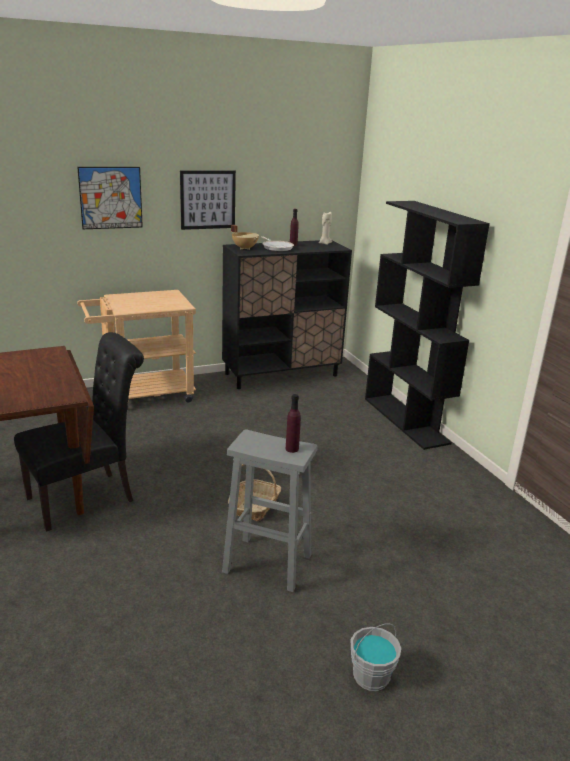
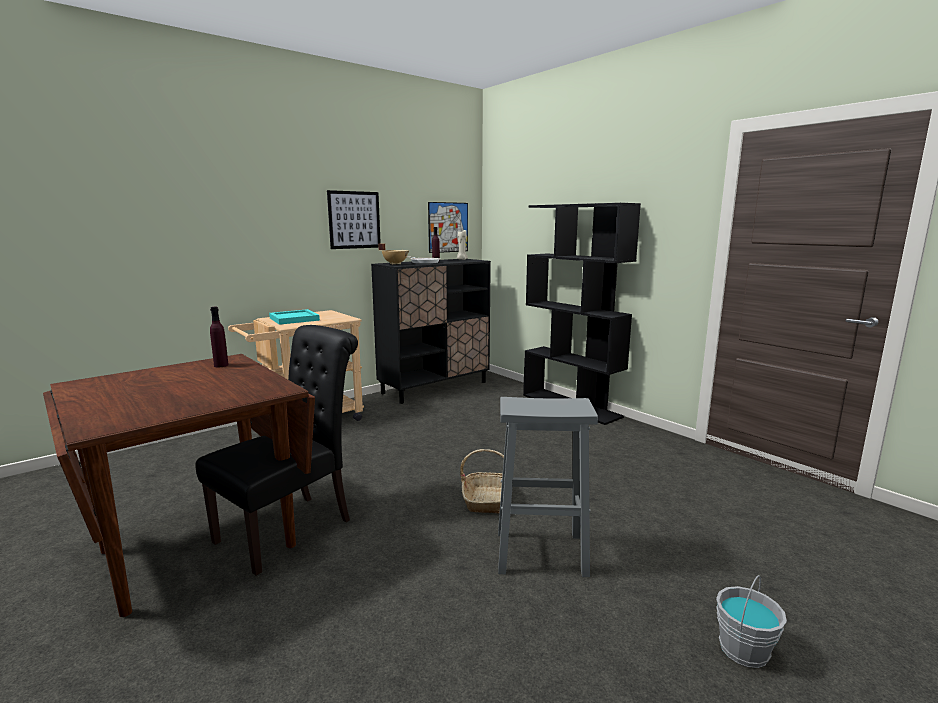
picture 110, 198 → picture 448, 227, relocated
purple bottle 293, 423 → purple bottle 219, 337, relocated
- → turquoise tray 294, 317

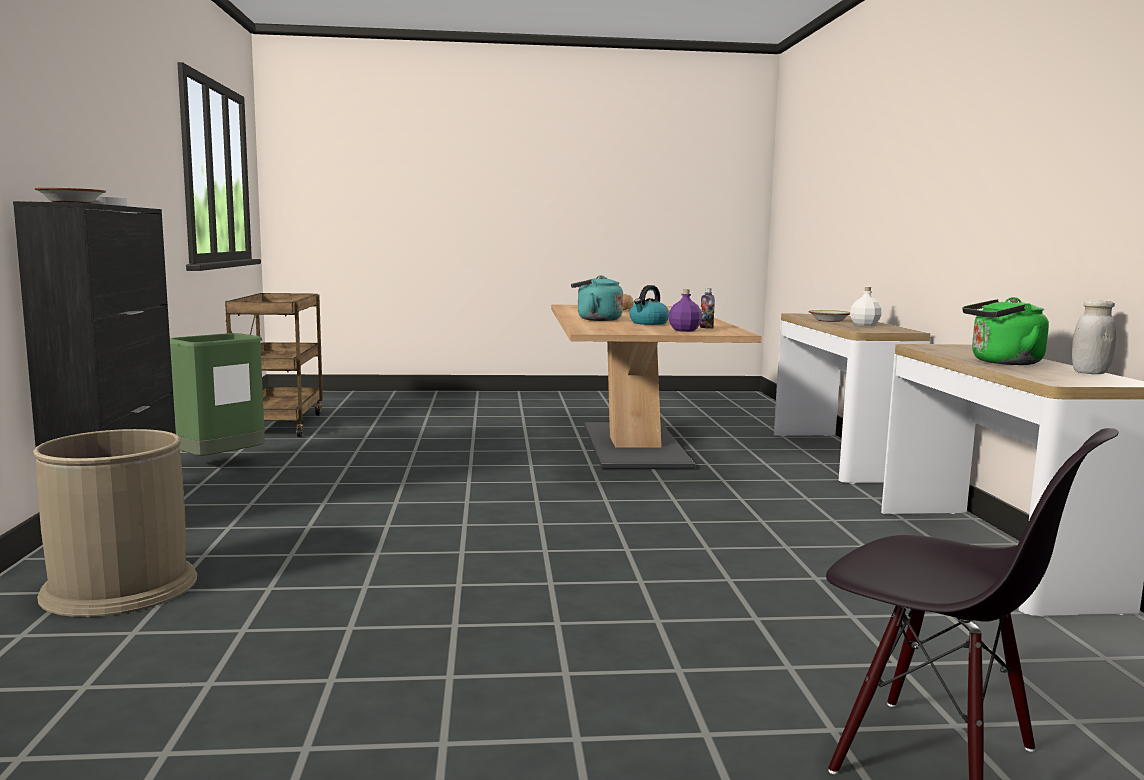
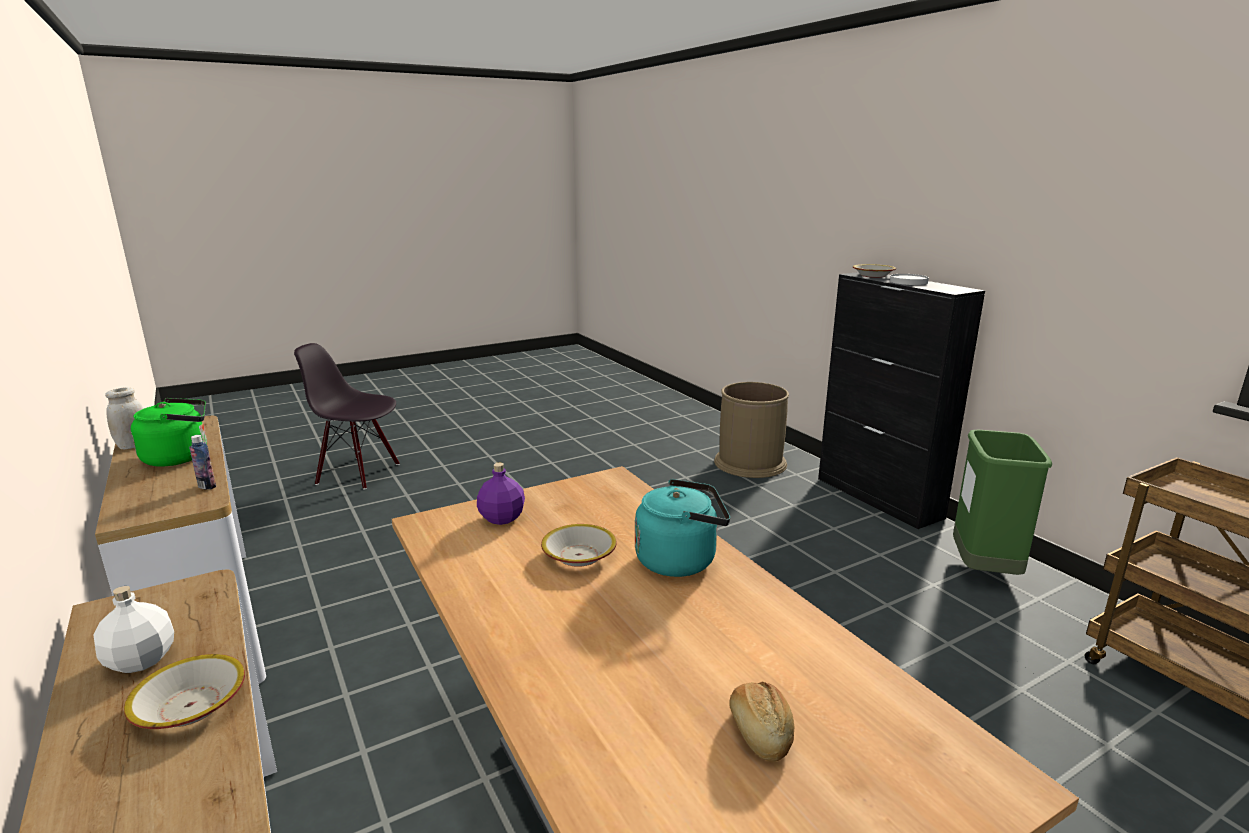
kettle 649, 305 → bowl 579, 545
bottle 707, 308 → bottle 202, 462, relocated

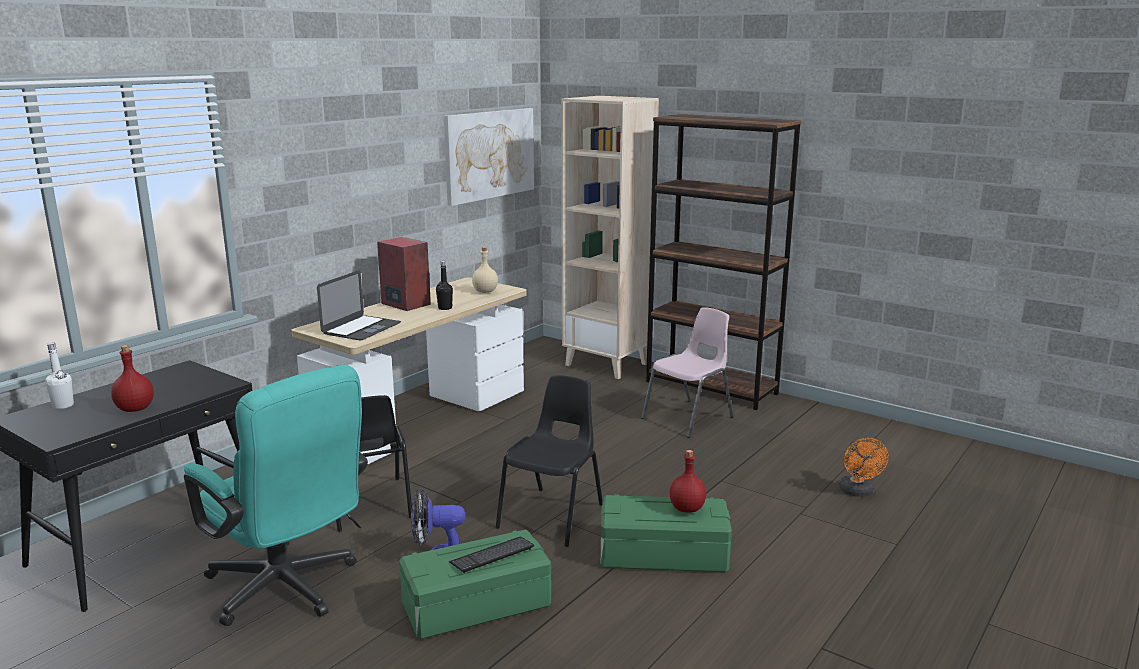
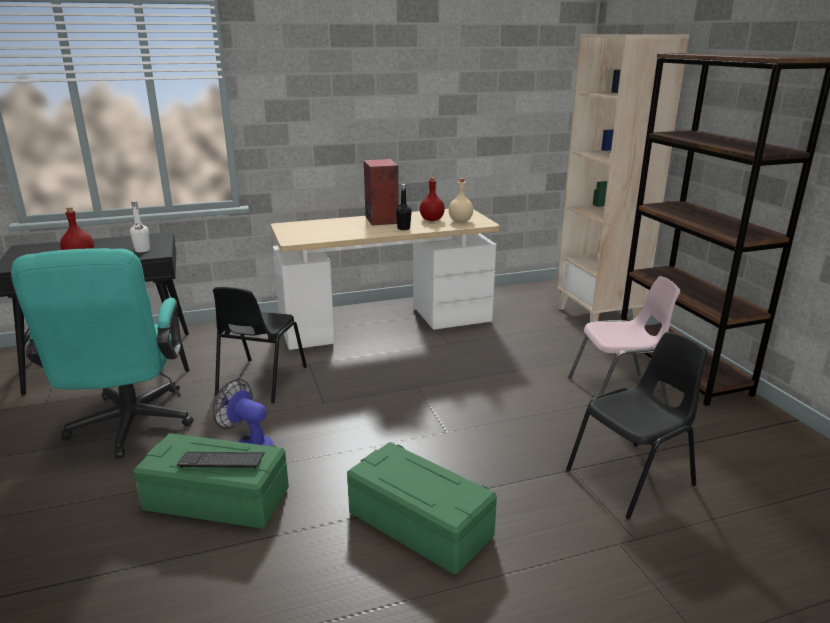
picture 489, 157 → -
laptop 359, 305 → -
white bottle 59, 376 → white bottle 140, 226, relocated
black chair 549, 461 → black chair 636, 426, relocated
orange fan 864, 467 → -
red bottle 687, 481 → red bottle 432, 199, relocated

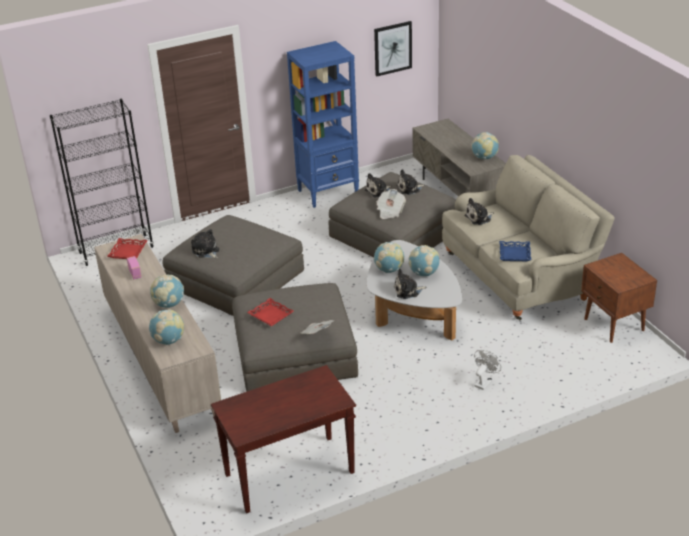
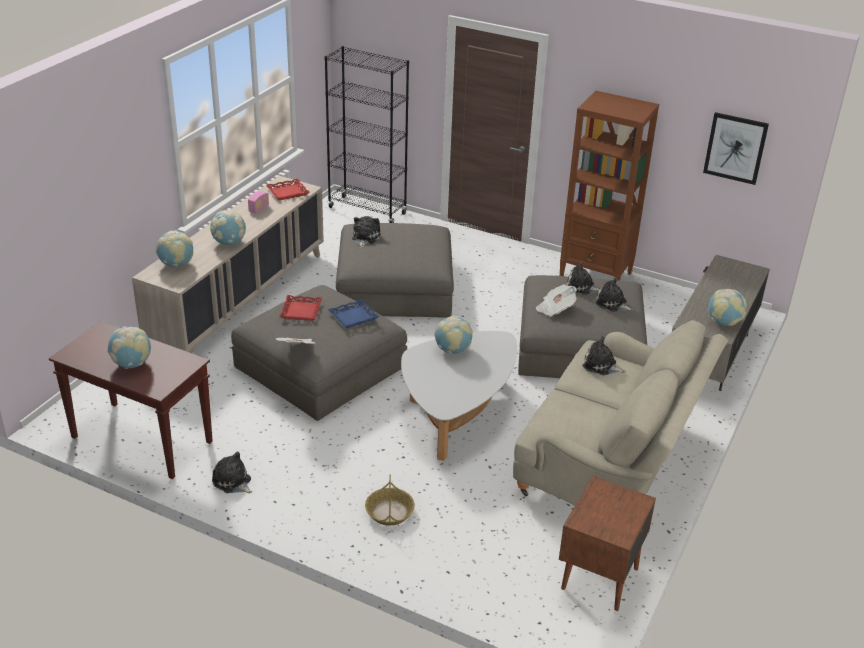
blue bookcase 323, 124 → brown bookcase 609, 186
blue tray 515, 251 → blue tray 354, 313, relocated
globe 423, 260 → globe 129, 347, relocated
plush toy 410, 283 → plush toy 232, 472, relocated
white fan 487, 370 → basket 390, 500

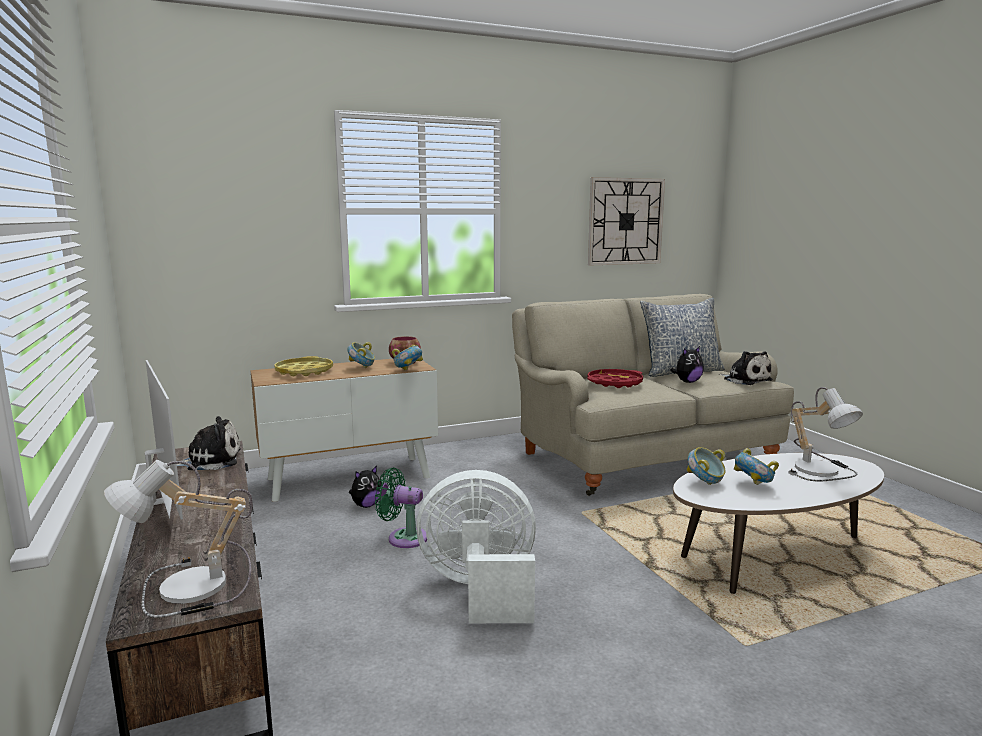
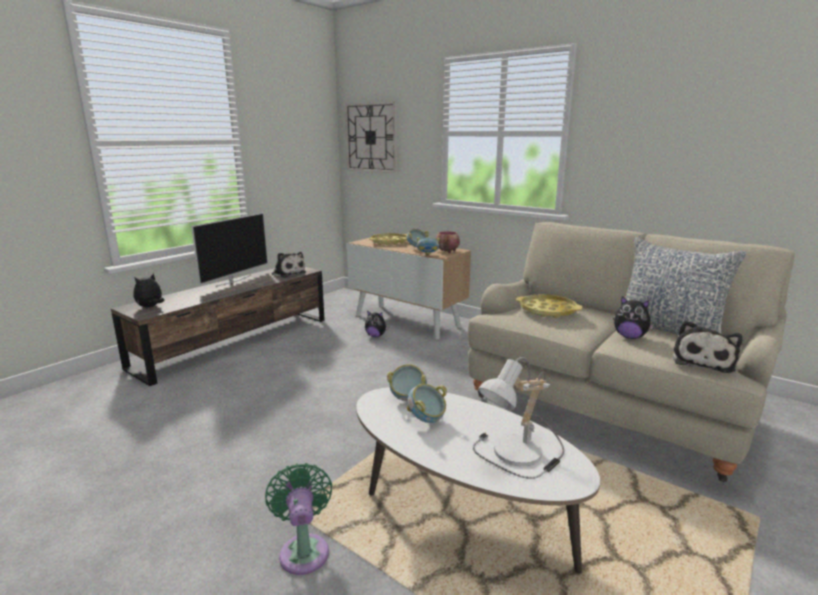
wall clock 626, 221 → wall clock 371, 137, relocated
red tray 615, 378 → yellow tray 549, 306
table lamp 178, 539 → plush toy 149, 290
green fan 401, 508 → green fan 298, 519, relocated
white fan 476, 546 → -

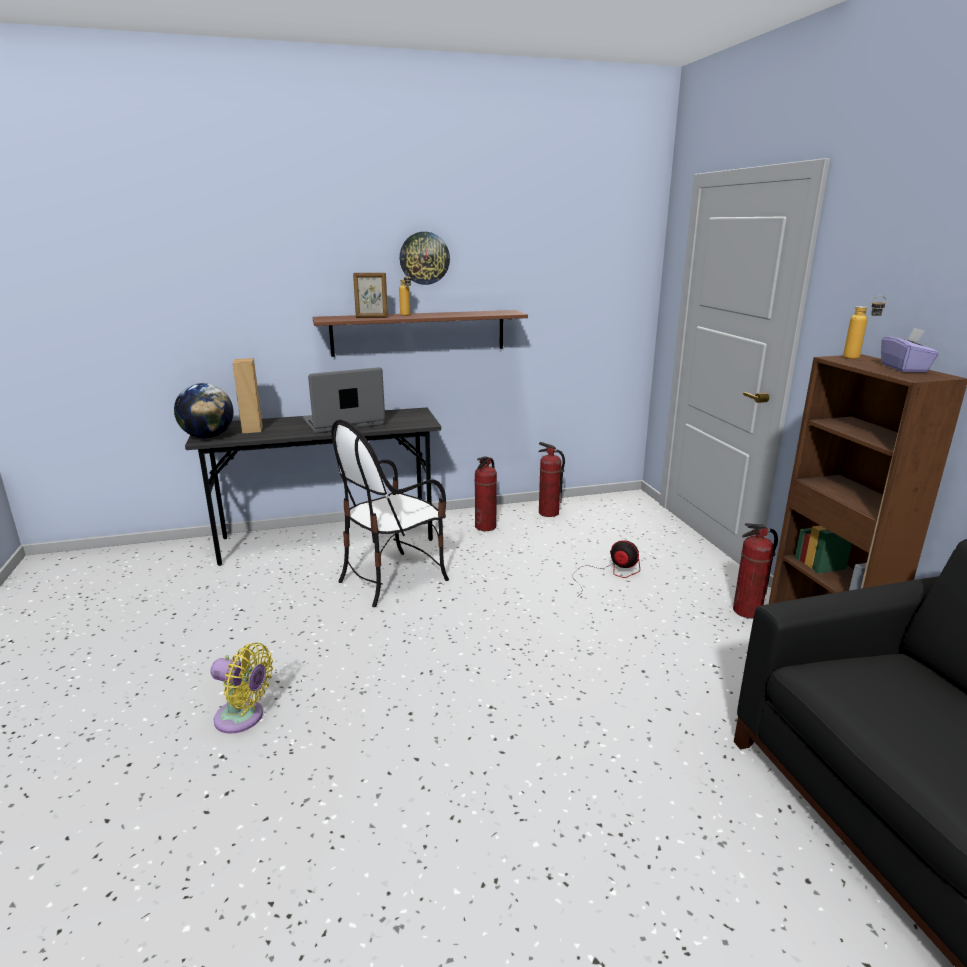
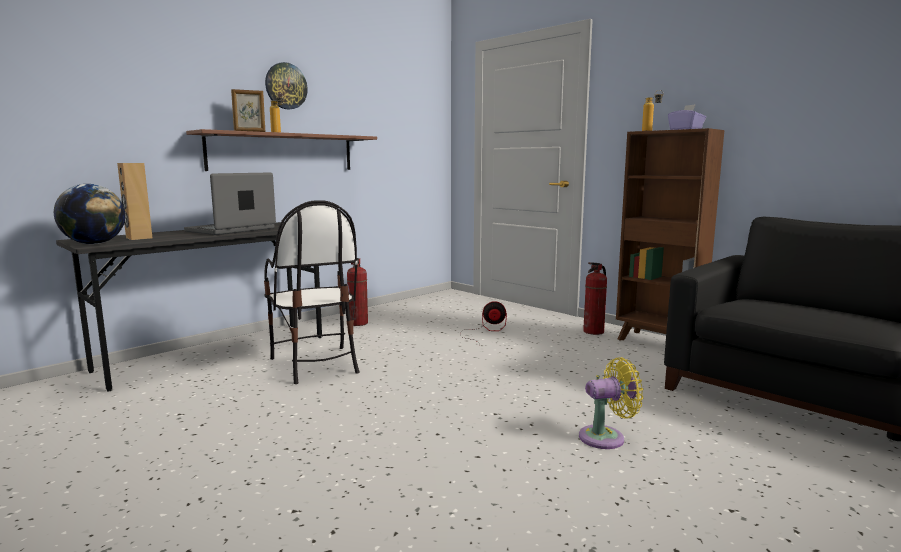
chair 390, 513 → chair 311, 292, 45 degrees counterclockwise
fire extinguisher 551, 479 → -
yellow fan 242, 688 → yellow fan 611, 403, relocated

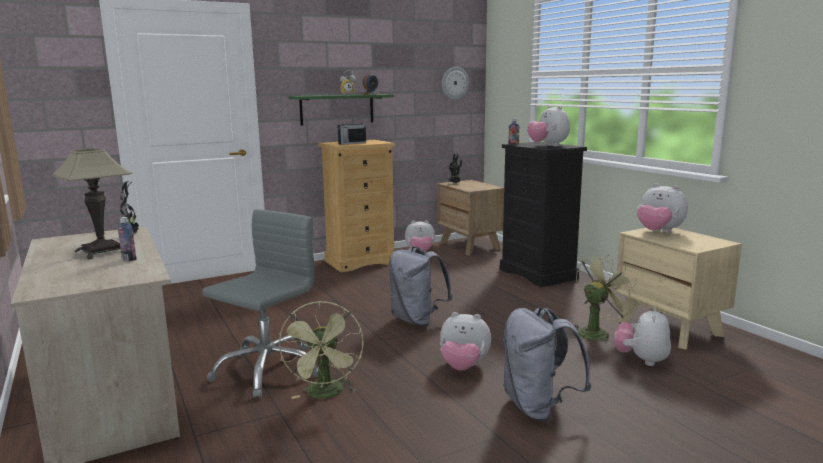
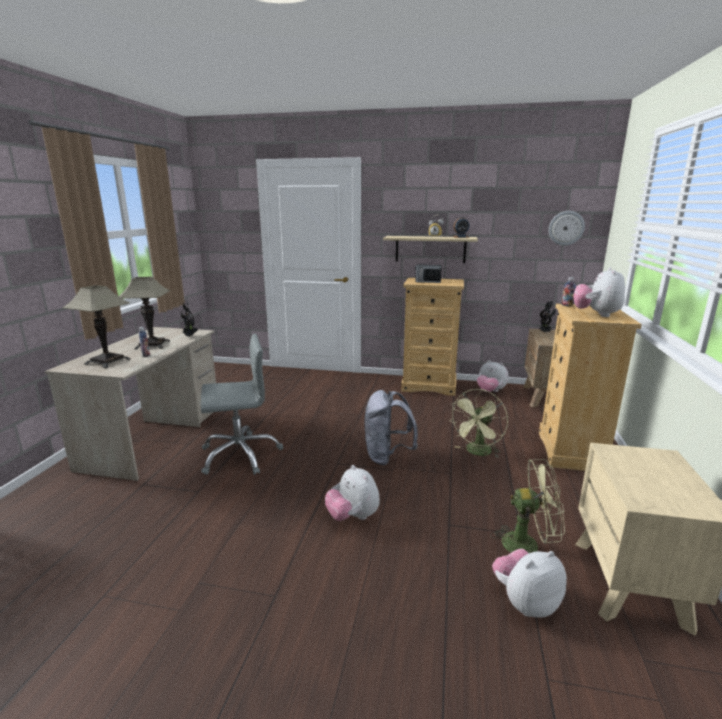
green shelf 341, 110 → beige shelf 430, 249
black dresser 543, 215 → beige dresser 590, 387
plush toy 662, 208 → -
green fan 321, 350 → green fan 478, 423, relocated
grey backpack 547, 364 → -
- → table lamp 96, 326

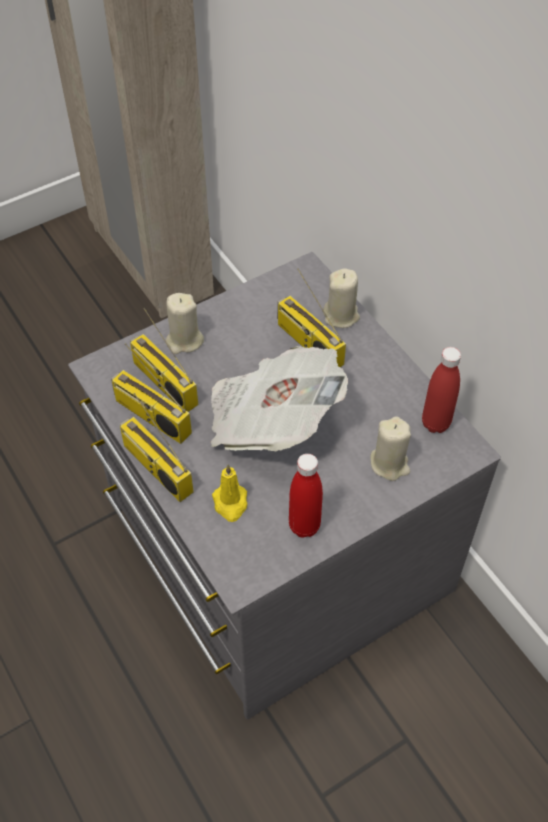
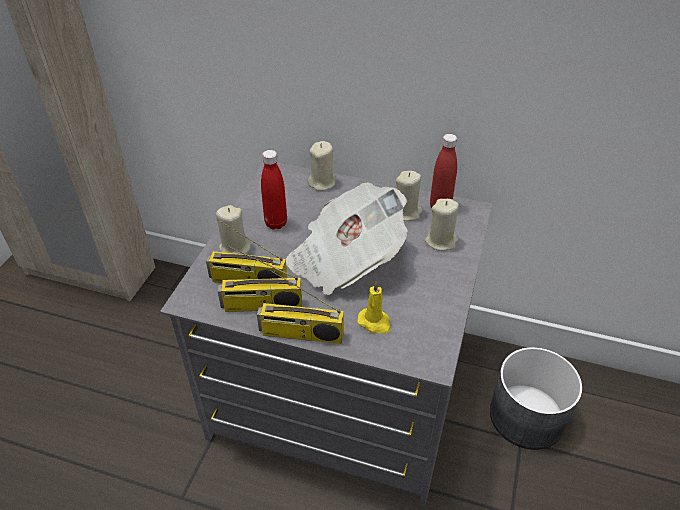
radio 311, 317 → -
red bottle 306, 496 → red bottle 274, 189, relocated
- → beige candle 409, 196
- → grey planter 536, 398

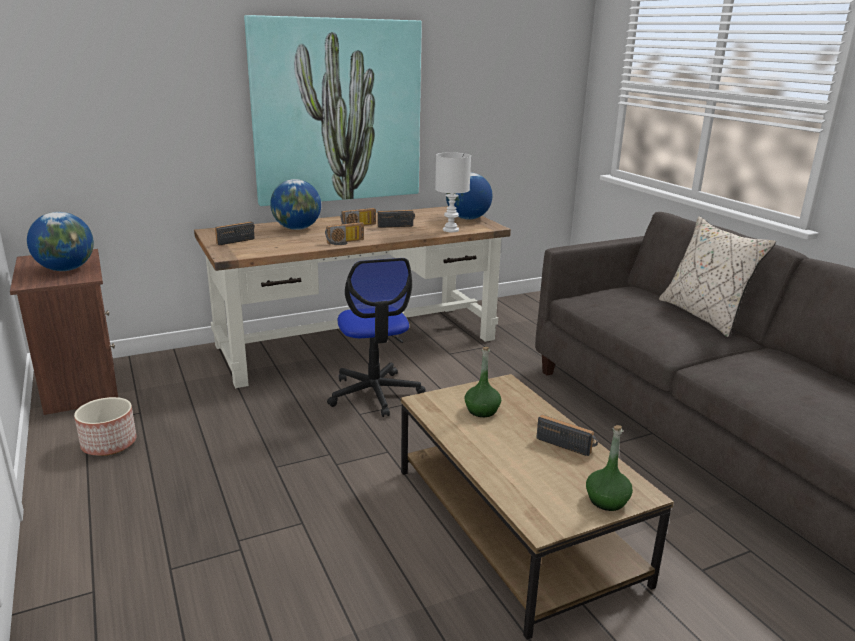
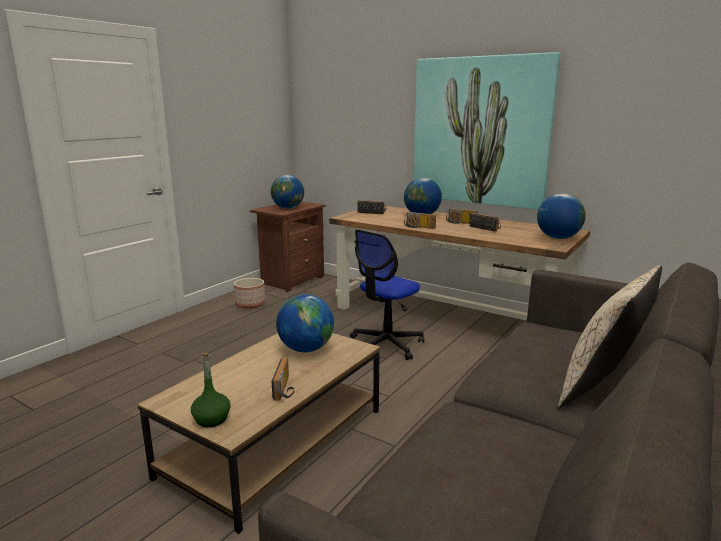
white table lamp 453, 192 → -
green bottle 482, 382 → globe 305, 323

